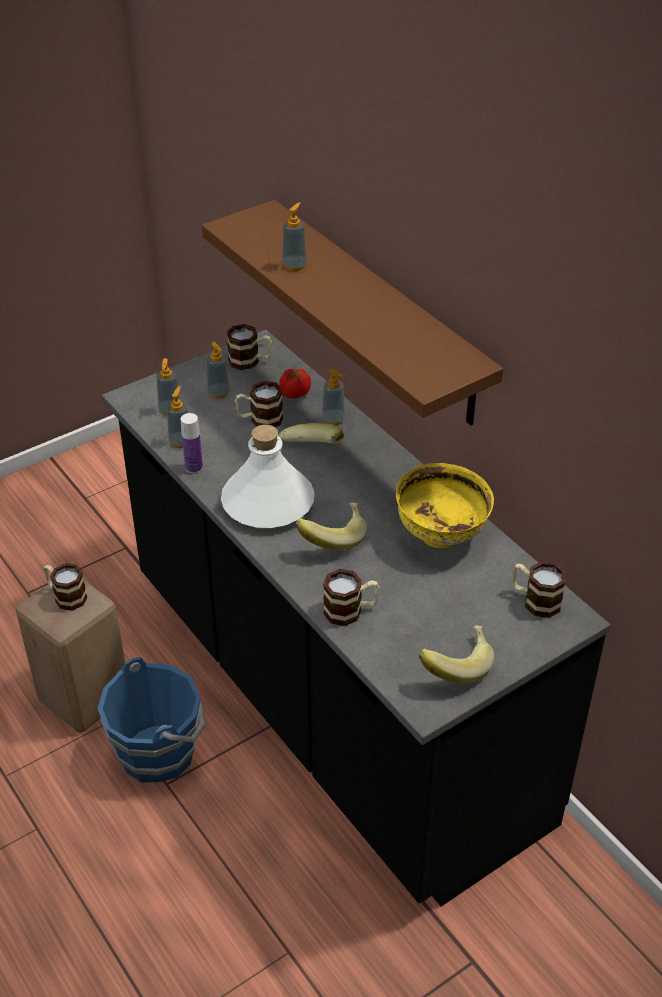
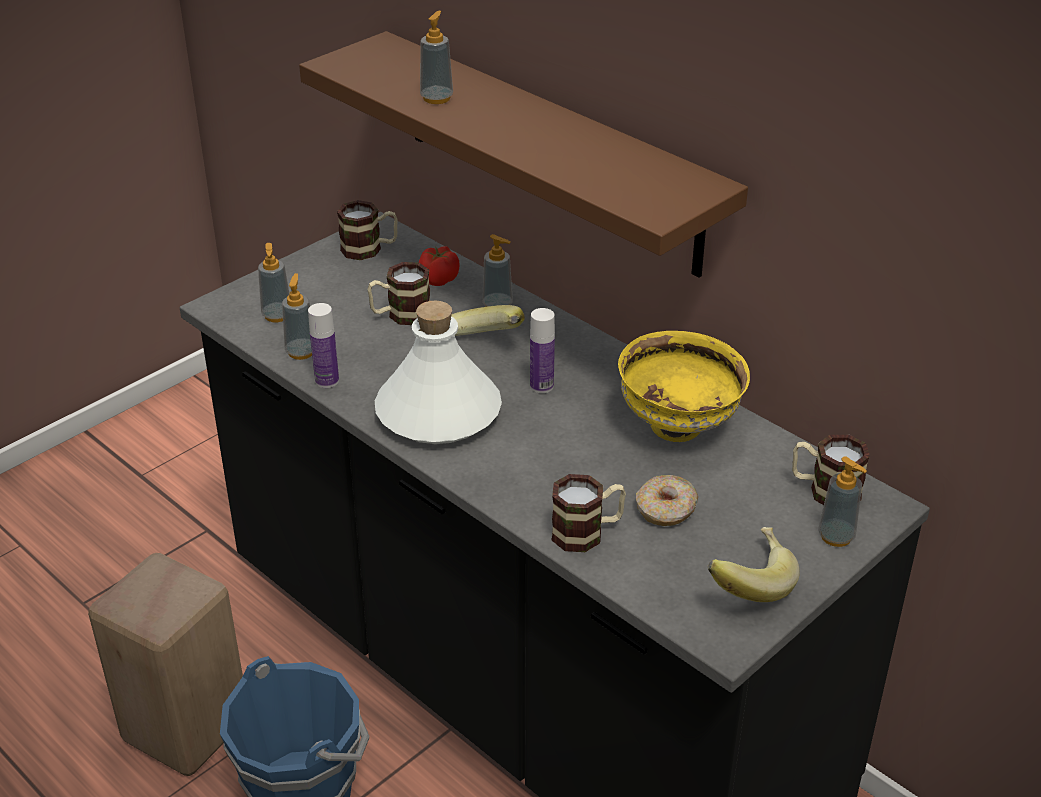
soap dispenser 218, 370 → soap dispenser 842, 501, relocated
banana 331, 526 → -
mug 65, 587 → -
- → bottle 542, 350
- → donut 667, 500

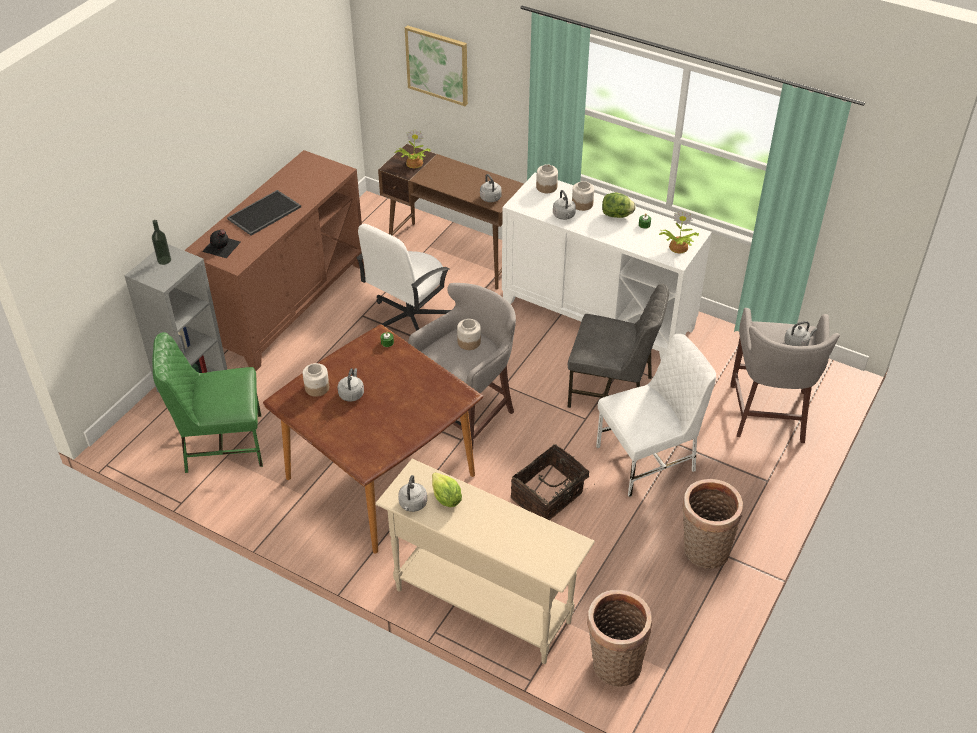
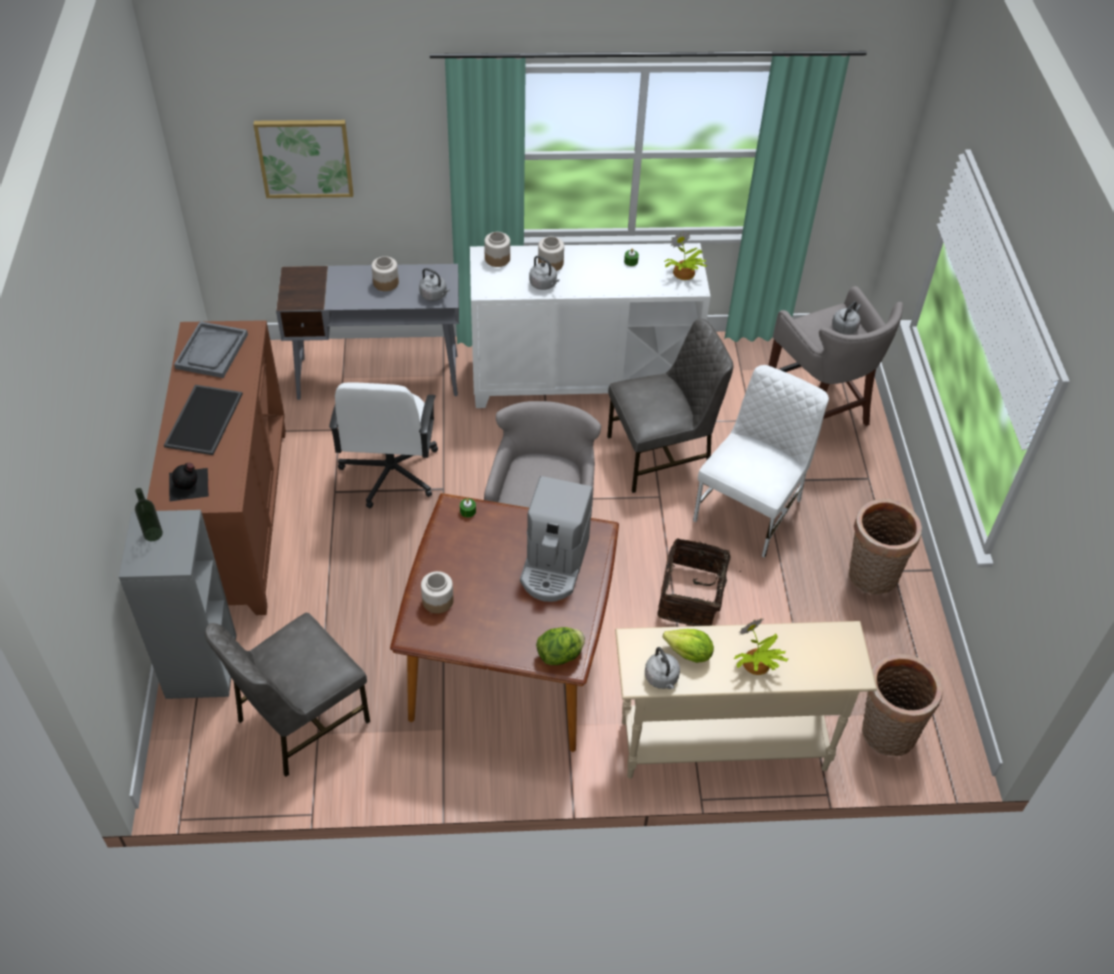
potted plant 413, 149 → potted plant 761, 646, relocated
brown desk 451, 217 → grey desk 367, 332
lettuce 619, 205 → lettuce 560, 646, relocated
jar 469, 334 → jar 385, 273, relocated
green chair 207, 402 → grey chair 287, 695
grey kettle 351, 385 → -
- → grey tray 211, 349
- → coffee machine 556, 539

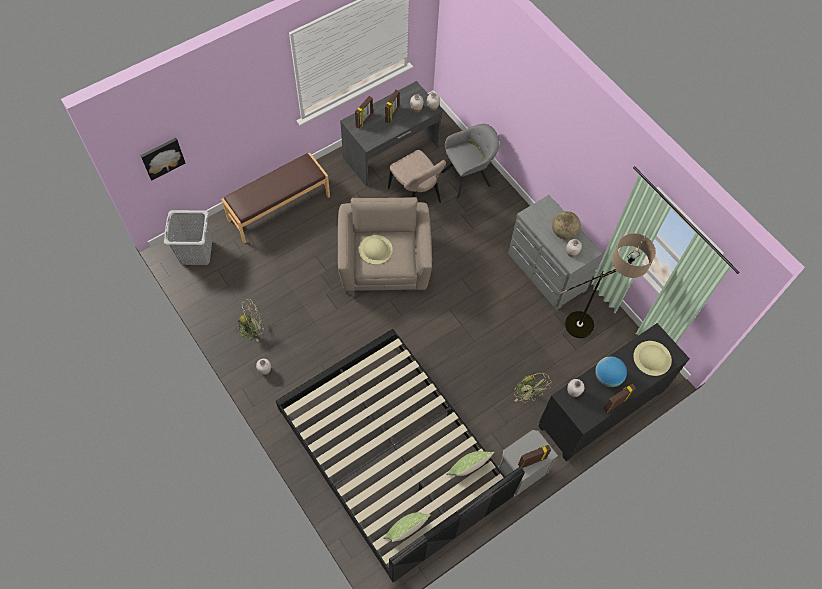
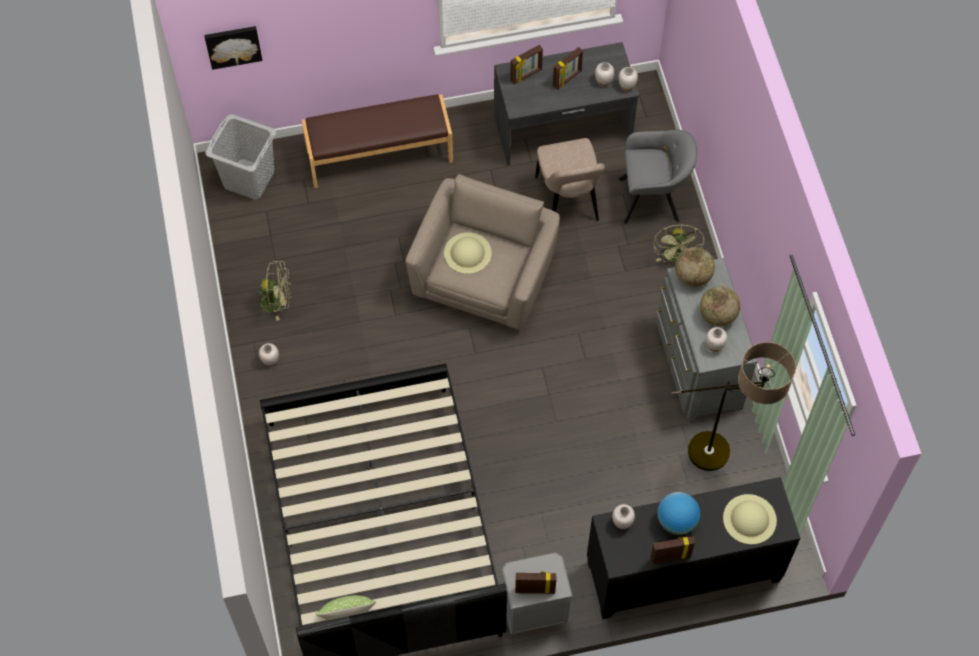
green fan 532, 388 → green fan 679, 244, relocated
pillow 470, 463 → -
- → globe 695, 267

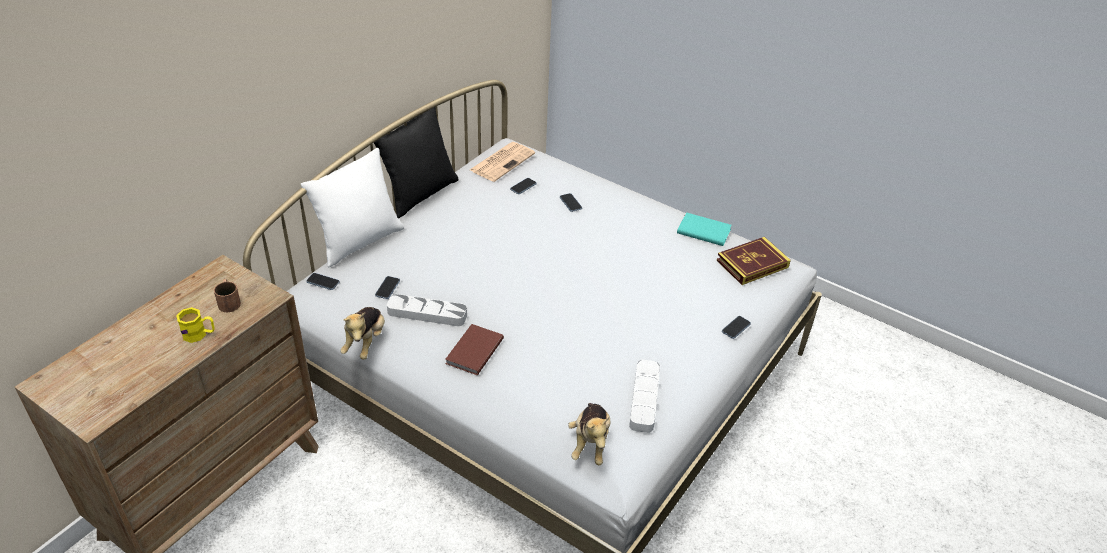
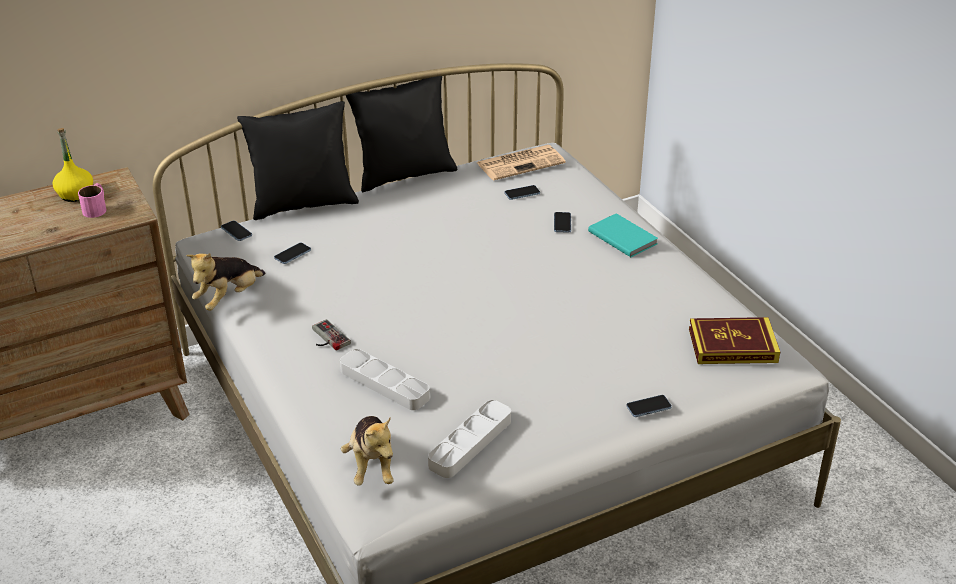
white pillow 352, 207 → black pillow 298, 160
turquoise book 704, 229 → turquoise book 623, 235, relocated
brown mug 227, 295 → pink mug 92, 200
grey tray 427, 310 → grey tray 385, 379, relocated
yellow mug 195, 325 → -
brown book 474, 349 → game controller 331, 335
plush toy 589, 434 → plush toy 367, 451, 45 degrees counterclockwise
- → yellow bottle 73, 165

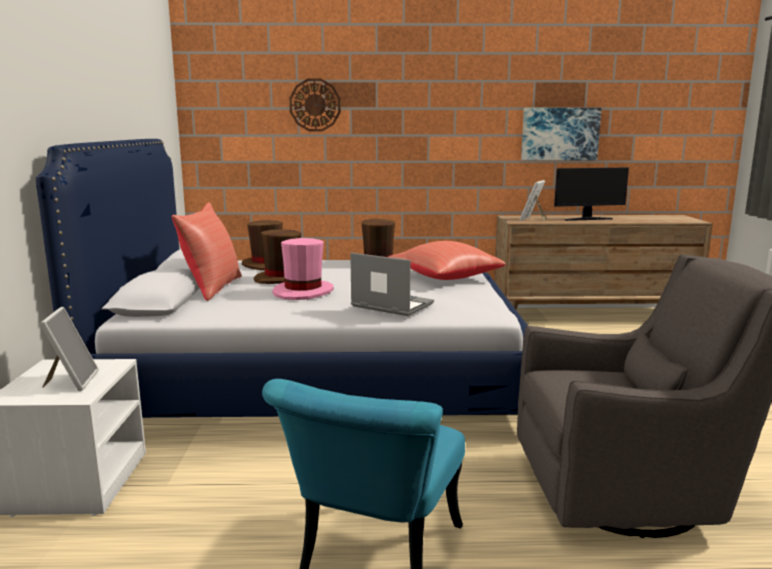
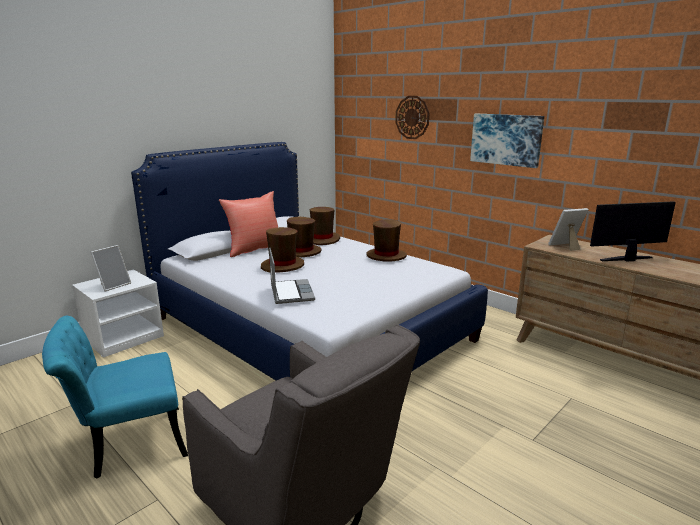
picture 561, 134 → picture 507, 141, relocated
monitor 591, 194 → monitor 633, 231, 135 degrees clockwise
pink hat 302, 269 → brown hat 282, 250
red pillow 447, 260 → -

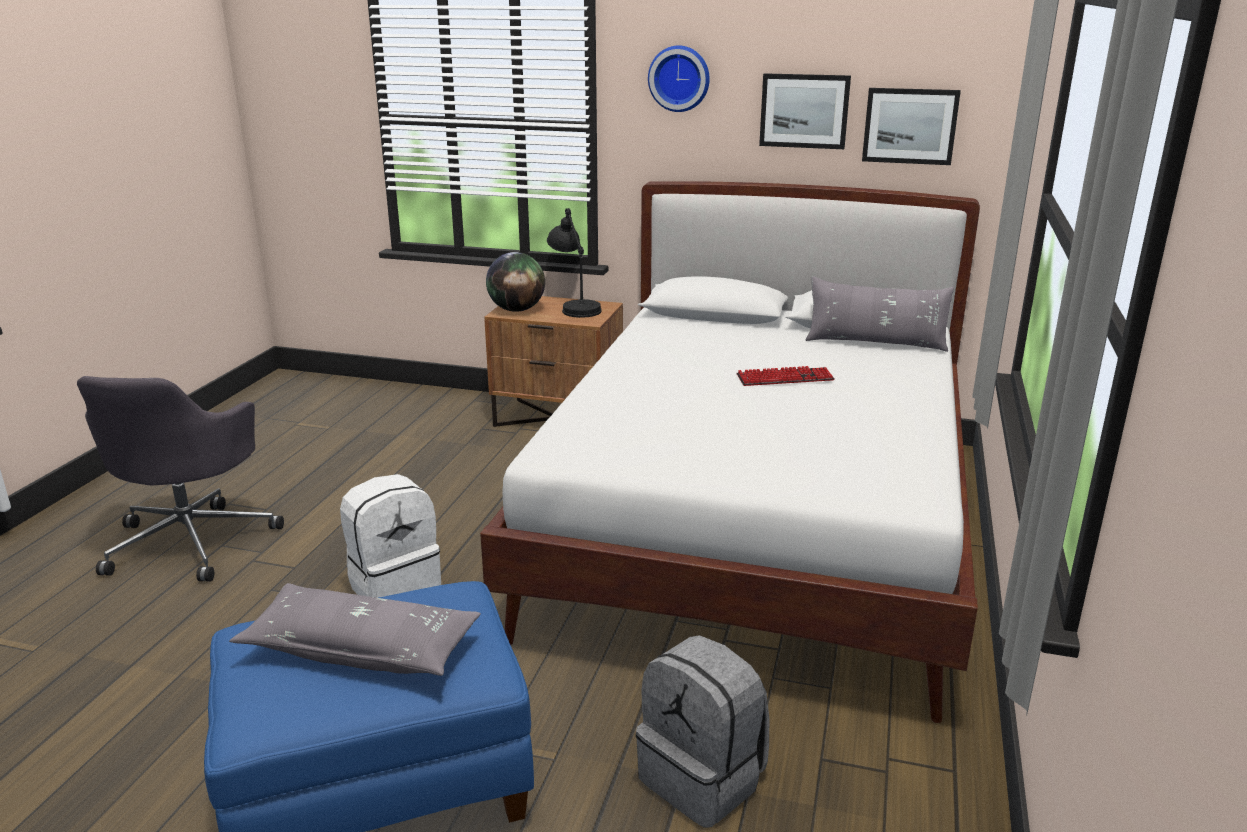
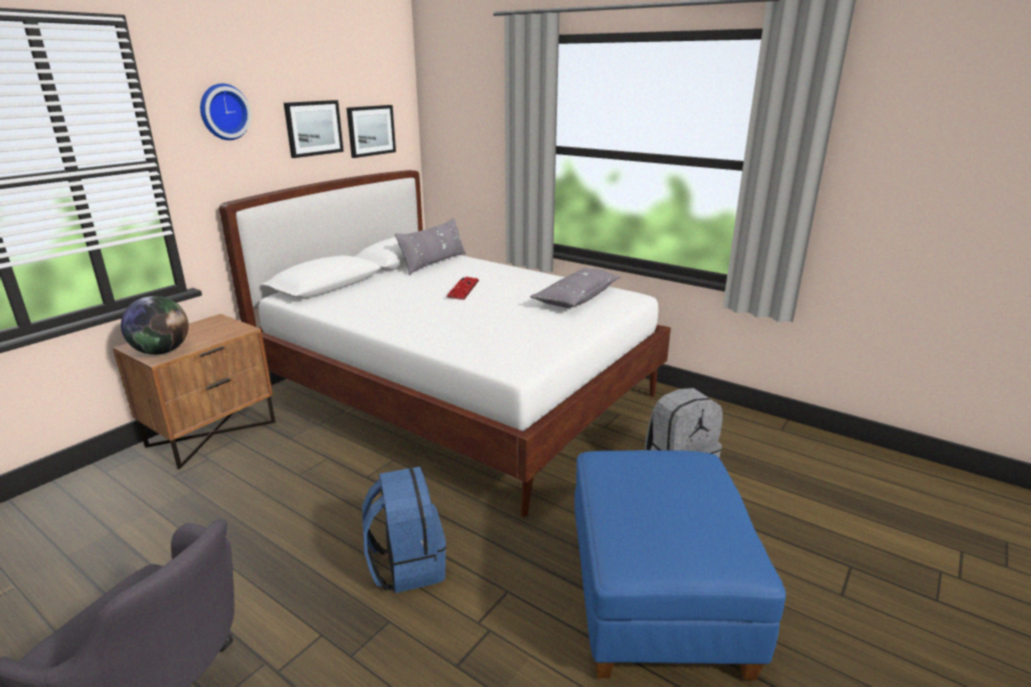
black table lamp 574, 263 → -
white backpack 390, 536 → blue backpack 404, 530
grey pillow 355, 629 → grey pillow 575, 288, relocated

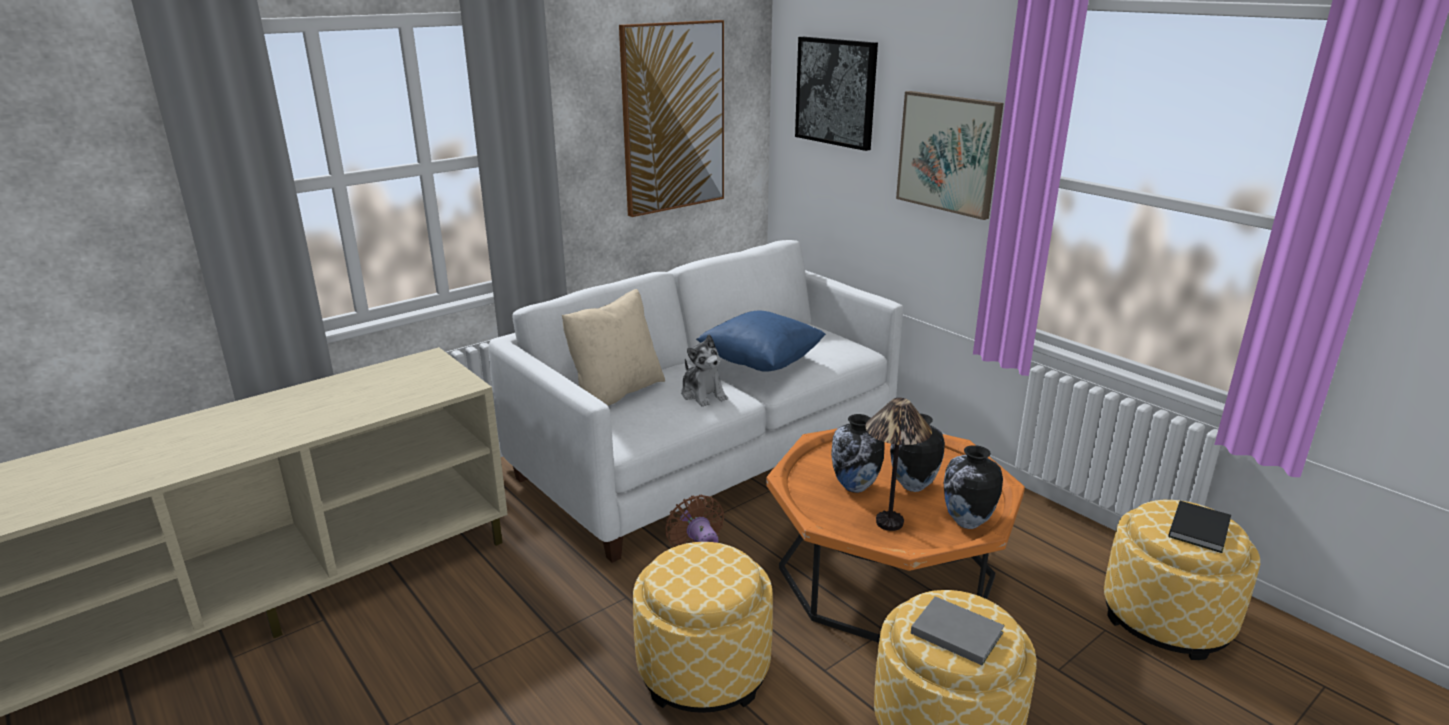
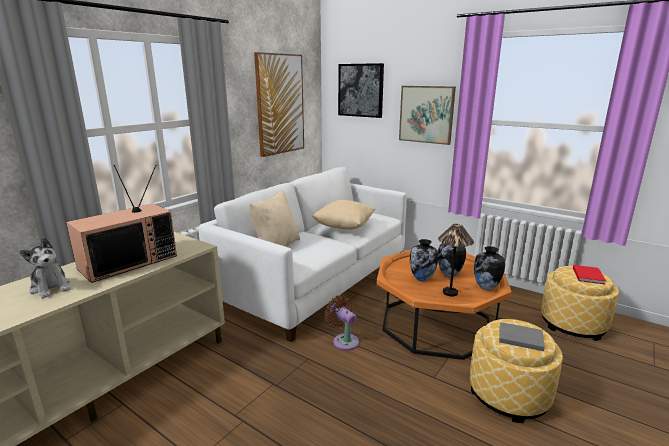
blue pillow 761, 341 → beige pillow 343, 215
plush toy 704, 370 → plush toy 45, 267, relocated
black book 1199, 527 → red book 589, 275
ottoman 703, 627 → -
- → television 121, 224

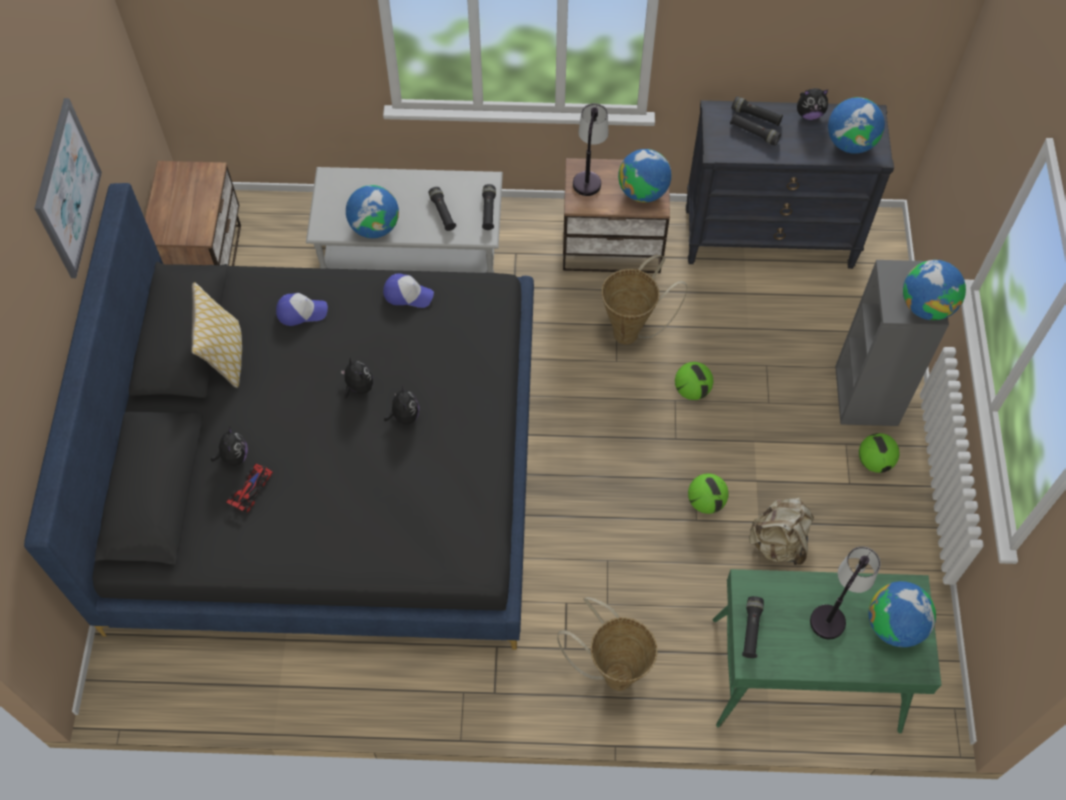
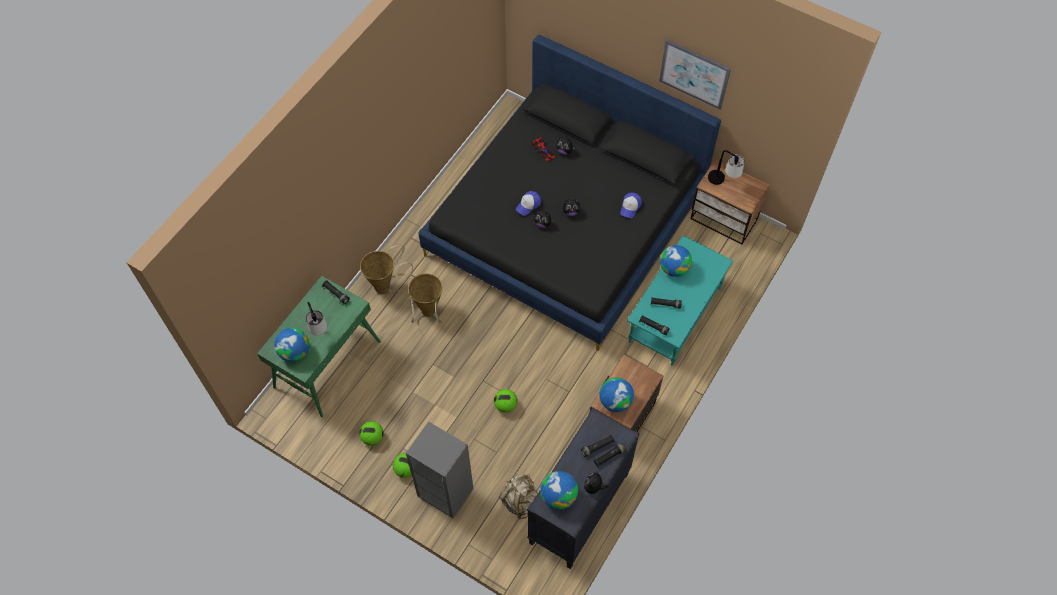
table lamp 591, 149 → table lamp 726, 167, relocated
grey coffee table 404, 220 → turquoise coffee table 680, 301
basket 644, 300 → basket 425, 298, relocated
globe 934, 290 → -
cap 408, 290 → cap 528, 203, relocated
pillow 217, 335 → -
football 708, 493 → football 371, 433, relocated
beige backpack 781, 531 → beige backpack 517, 496, relocated

